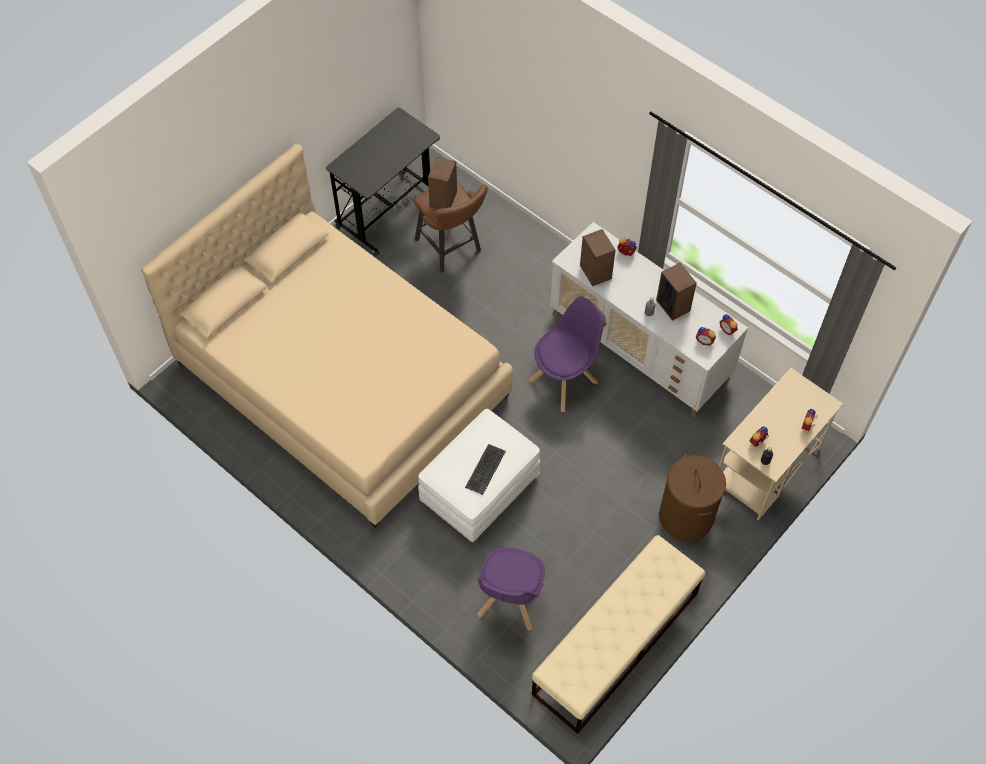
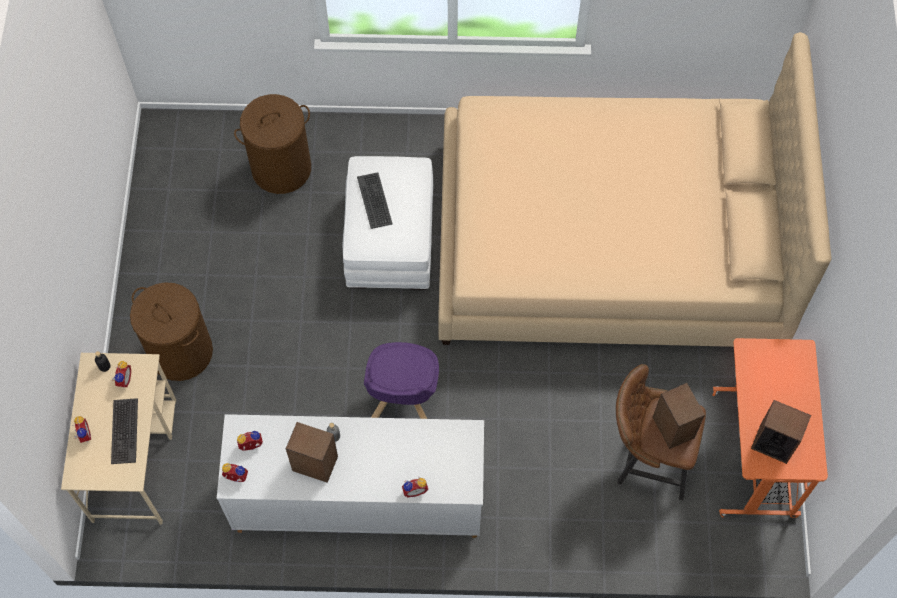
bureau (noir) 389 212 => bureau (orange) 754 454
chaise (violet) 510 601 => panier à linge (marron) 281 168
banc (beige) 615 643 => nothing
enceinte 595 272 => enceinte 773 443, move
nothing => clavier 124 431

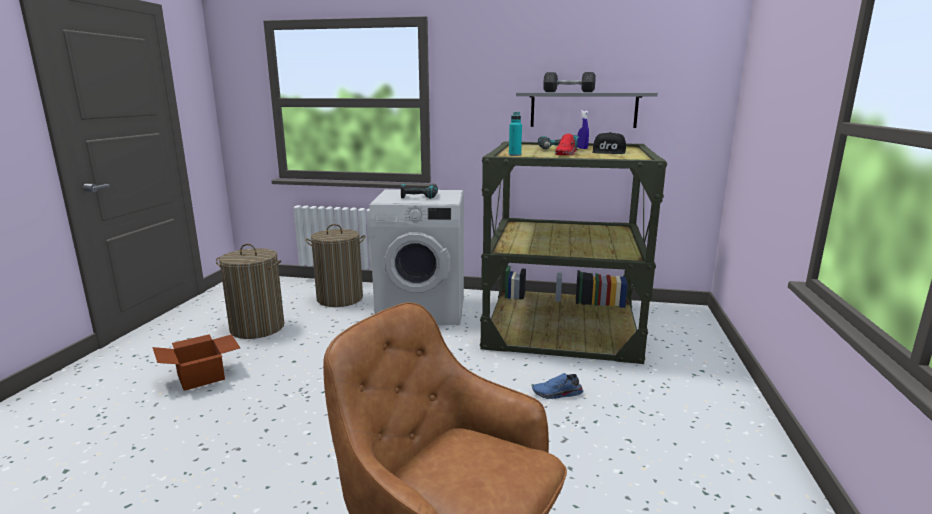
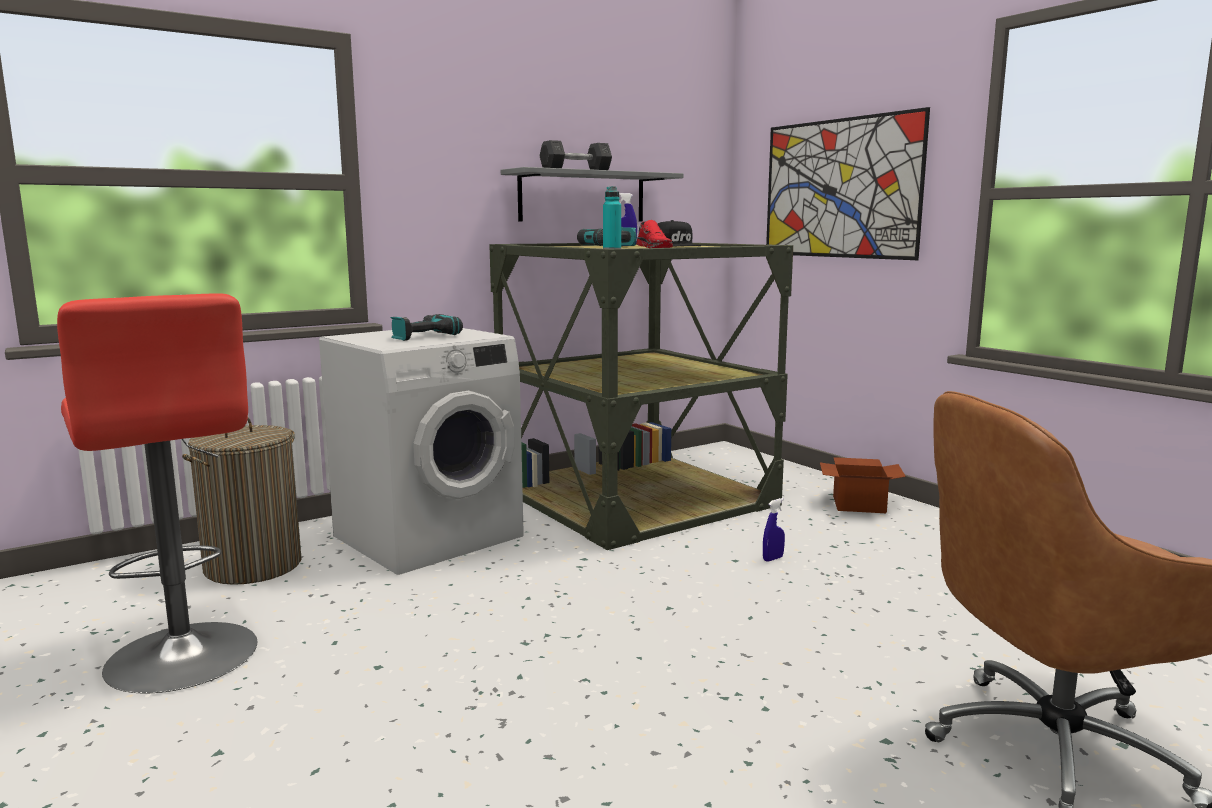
carton 202 377 => carton 859 504, move
panier à linge 257 328 => tabouret (rouge) 181 657
chaussure (bleu) 557 394 => vaporisateur (bleu) 773 559
nothing => tableau 839 188

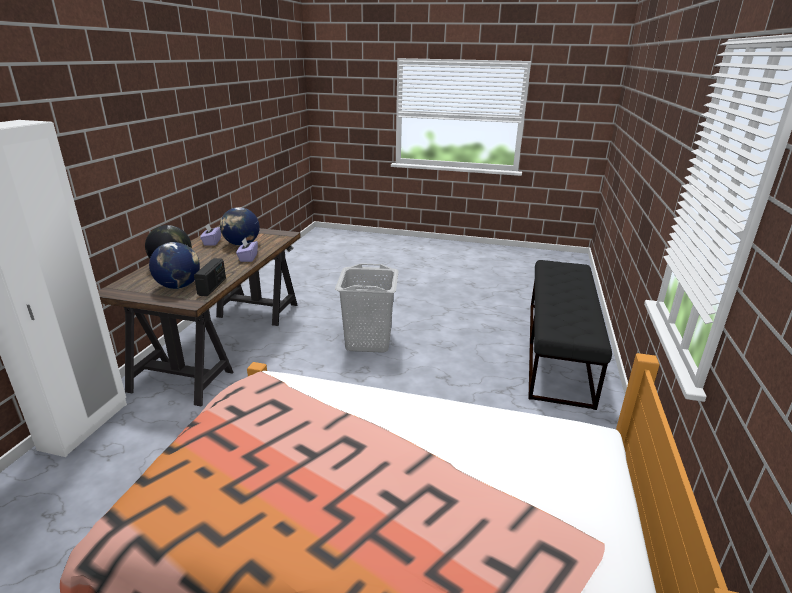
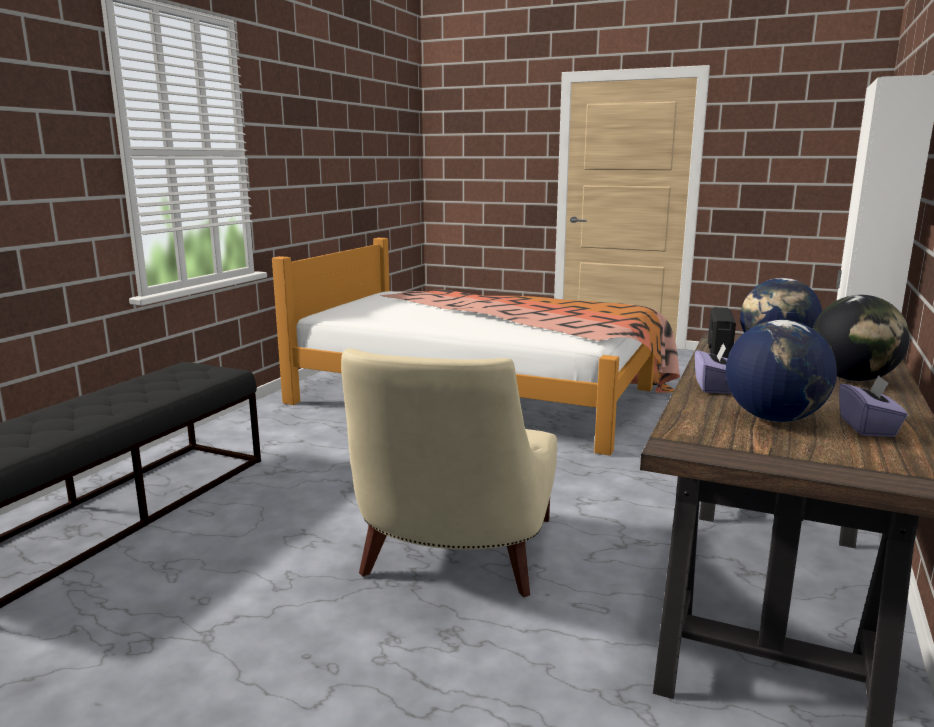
panier à linge (gris) 369 341 => fauteuil (beige) 454 557

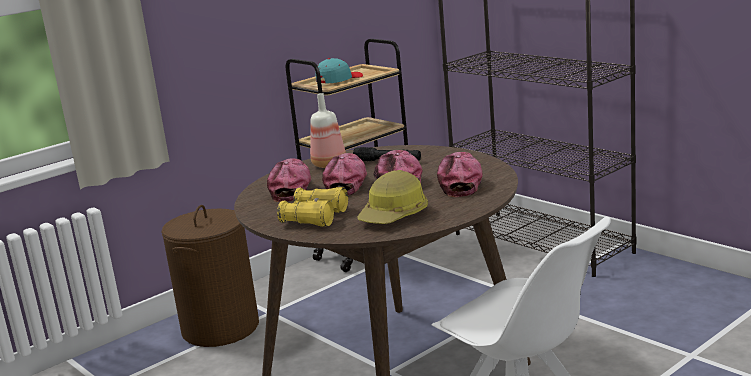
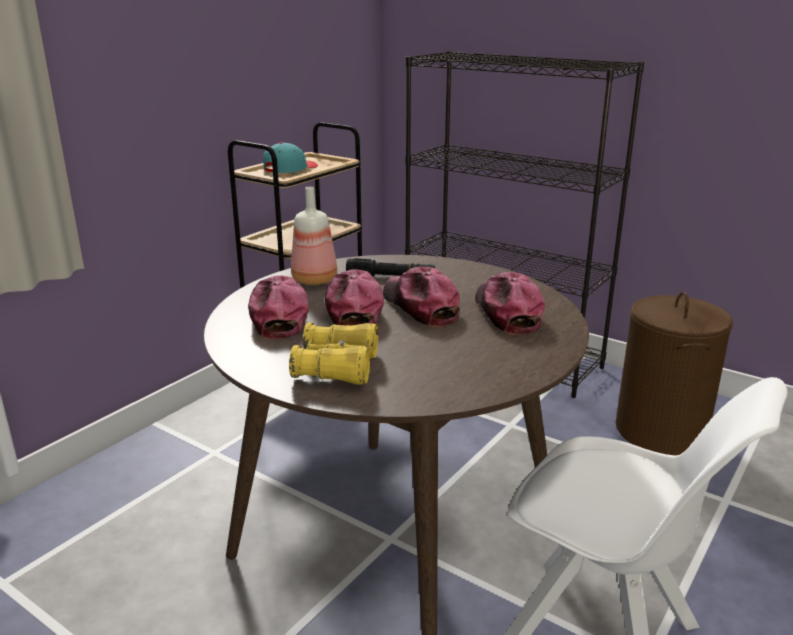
panier à linge (marron) 220 328 => panier à linge (marron) 660 430, move
casque de chantier 394 215 => nothing

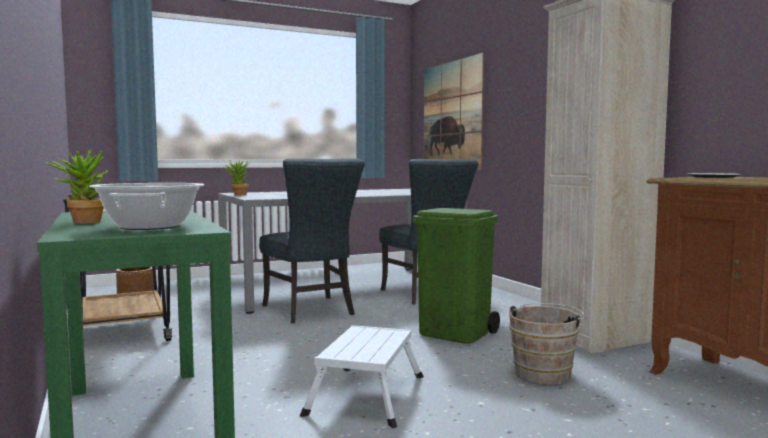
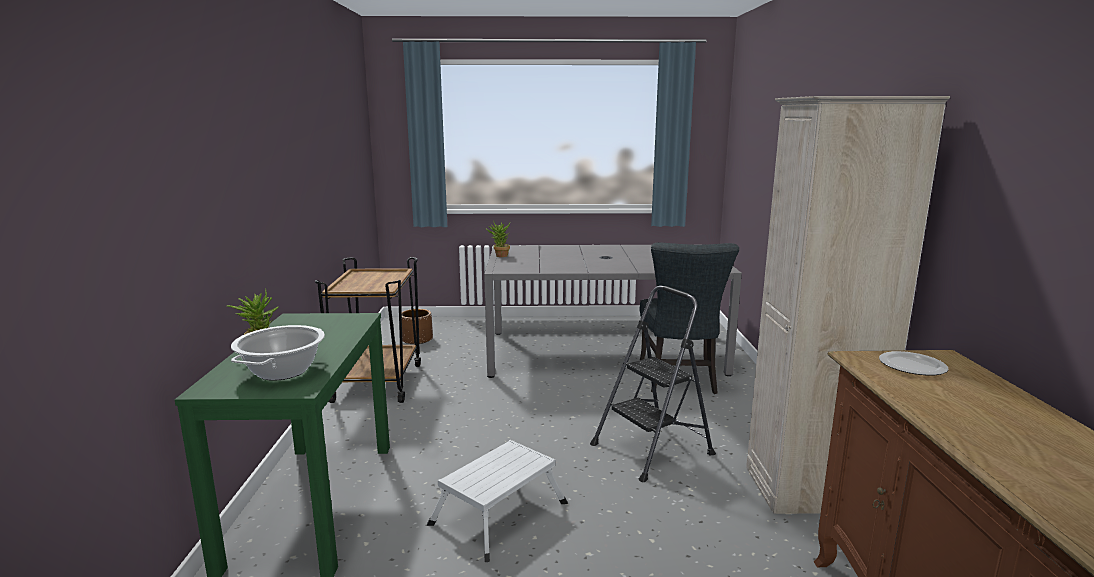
chaise (gris) 311 311 => nothing
poubelle (vert) 455 333 => escabeau (noir) 654 447
tableau 452 116 => nothing
seau (marron) 544 373 => nothing

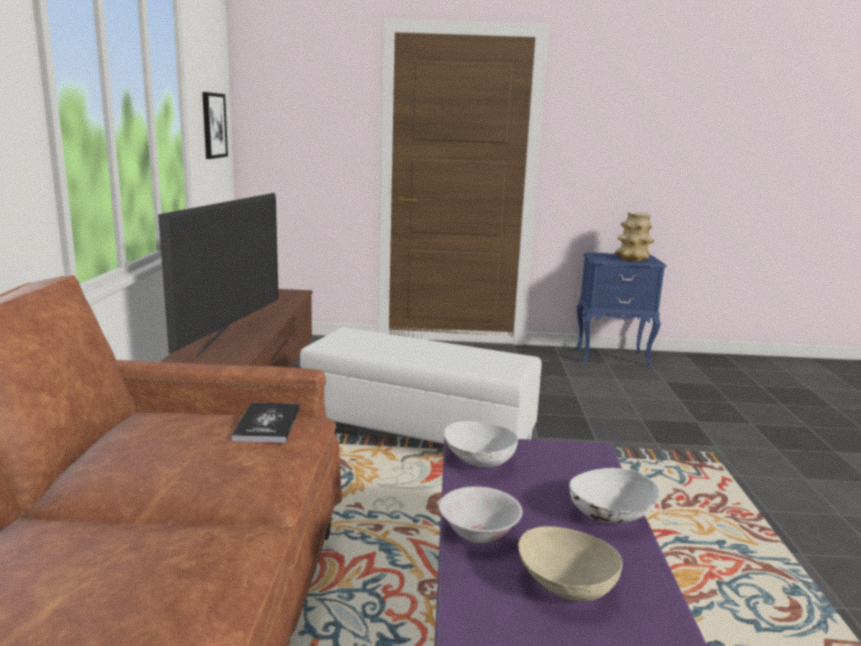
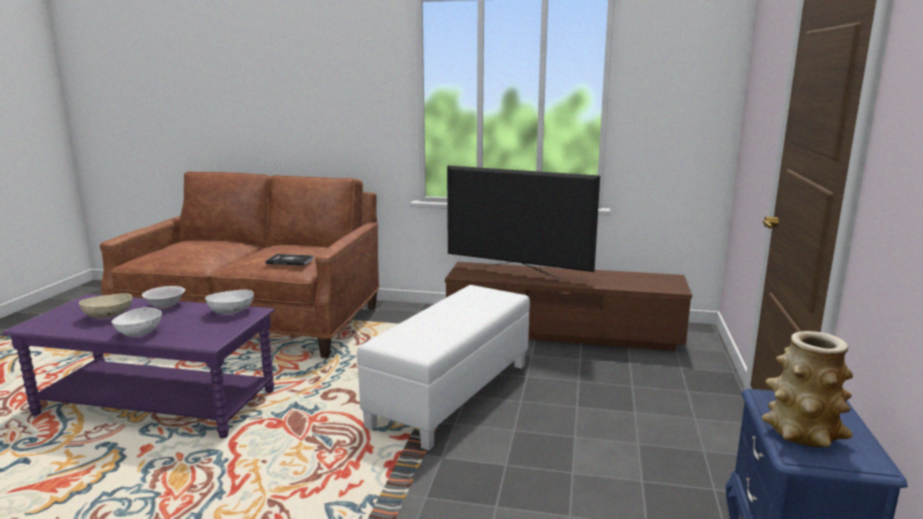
tableau 213 125 => nothing

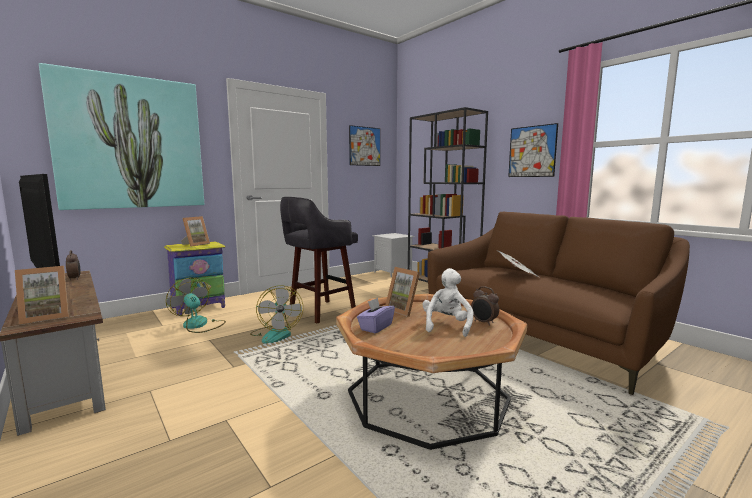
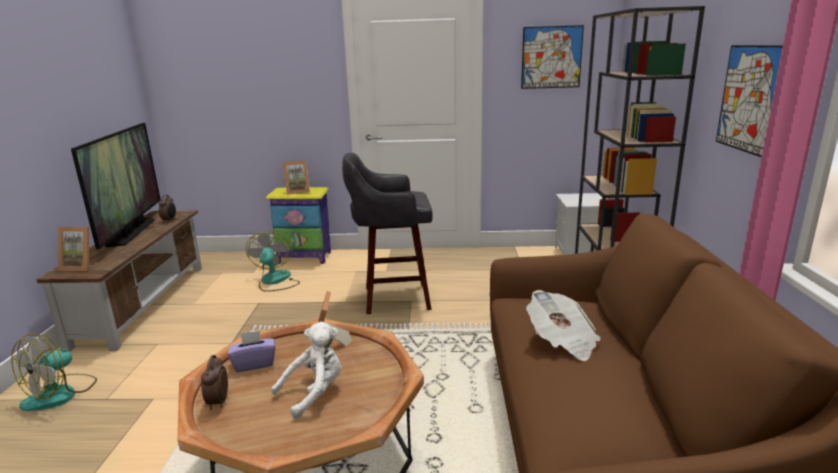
tableau 130 143 => nothing
ventilateur 276 334 => ventilateur 60 393, move
réveil 484 323 => réveil 217 402, move

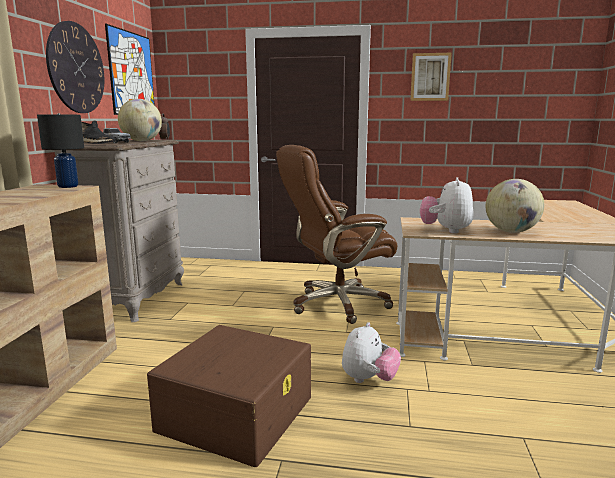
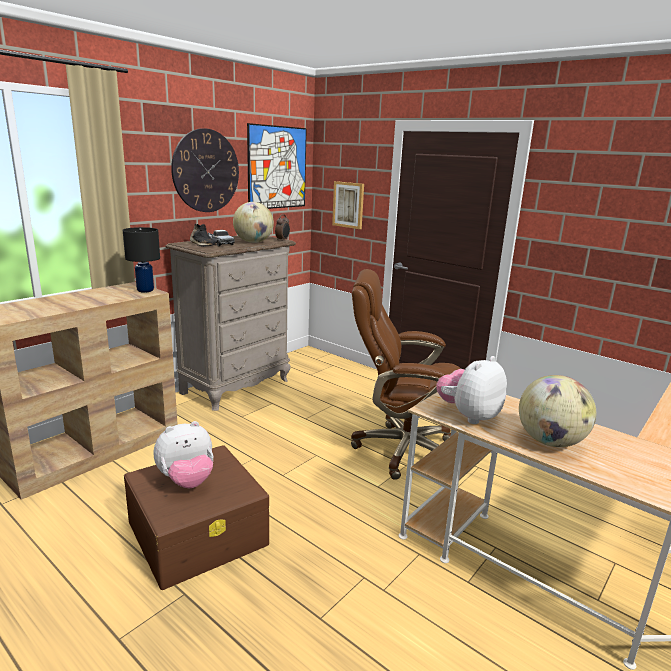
peluche 369 380 => peluche 187 481, move
tableau 430 77 => tableau 348 205, move

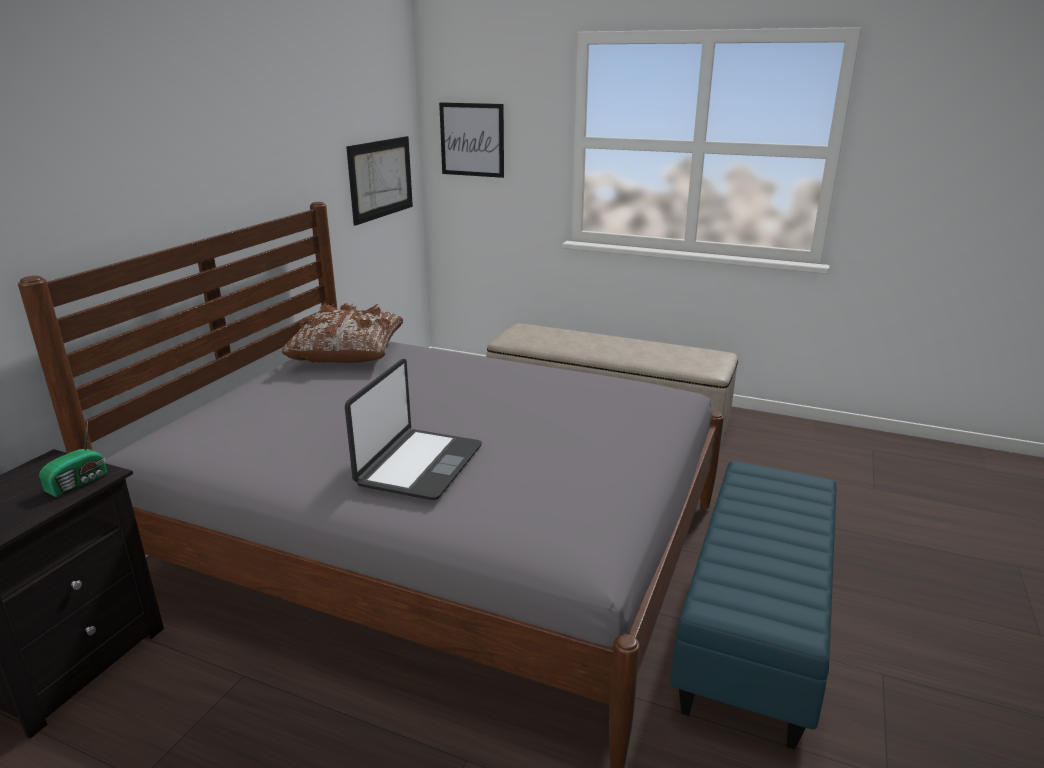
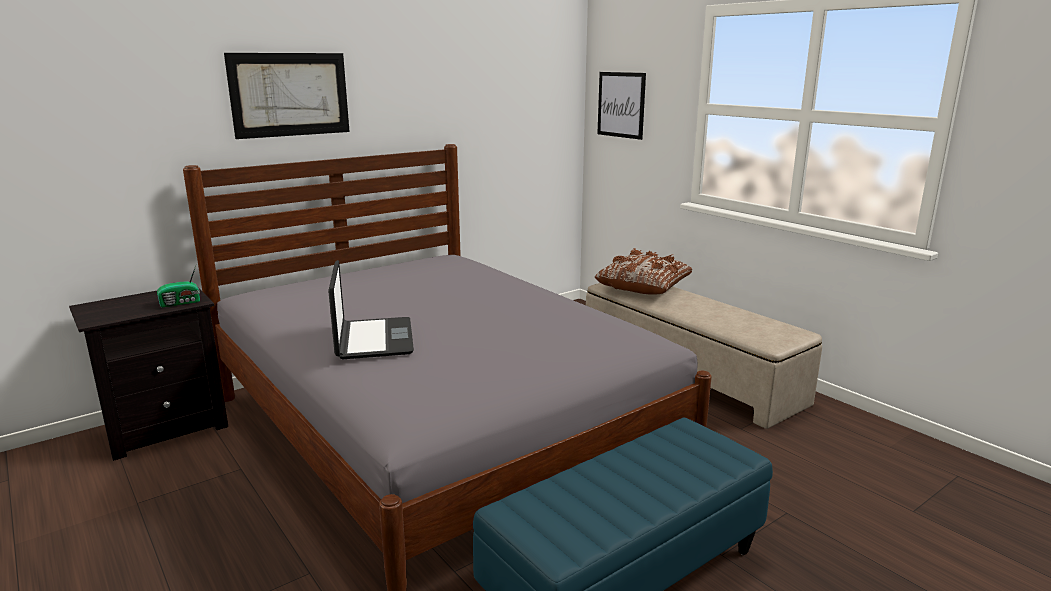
coussin (marron) 347 355 => coussin (marron) 643 289, move
ordinateur portable 419 465 => ordinateur portable 373 340, 60 degrees counterclockwise
tableau 381 179 => tableau 290 94, move

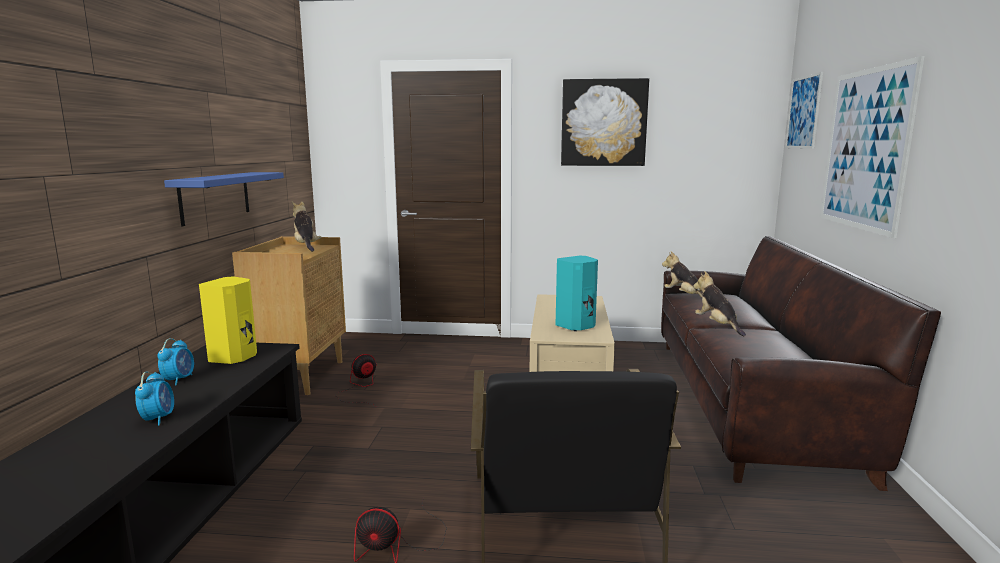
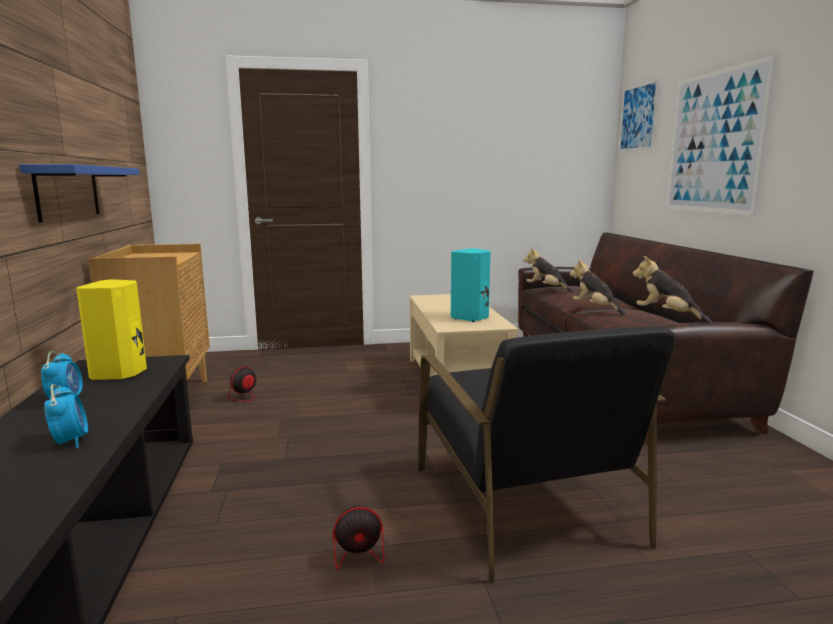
peluche 306 246 => peluche 667 316, move
tableau 603 123 => nothing

